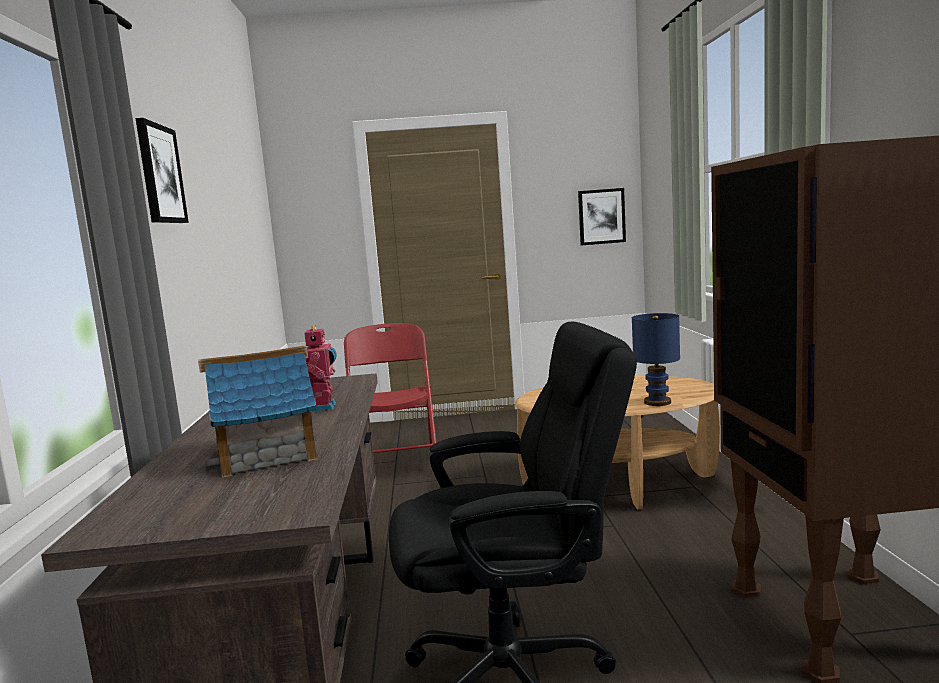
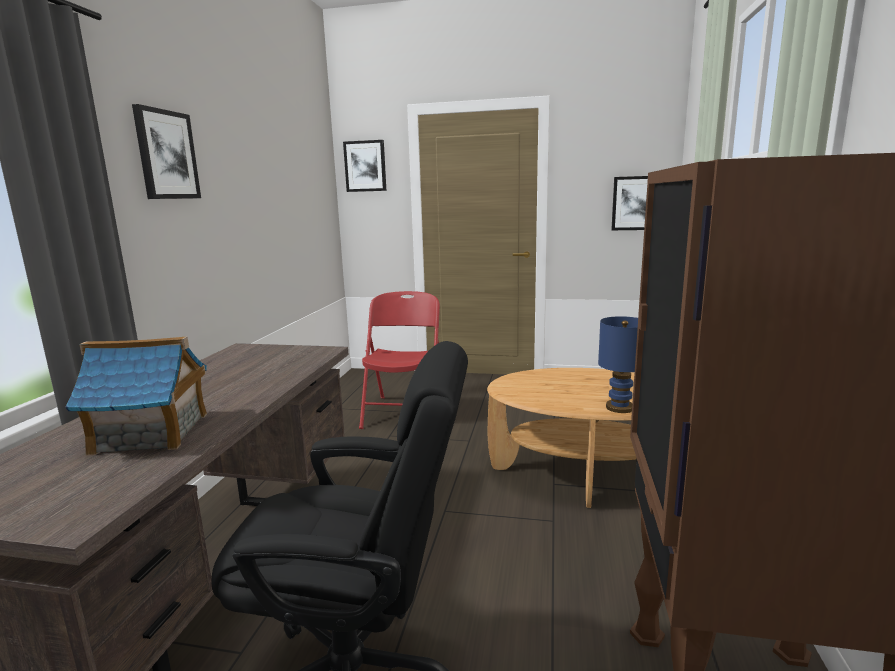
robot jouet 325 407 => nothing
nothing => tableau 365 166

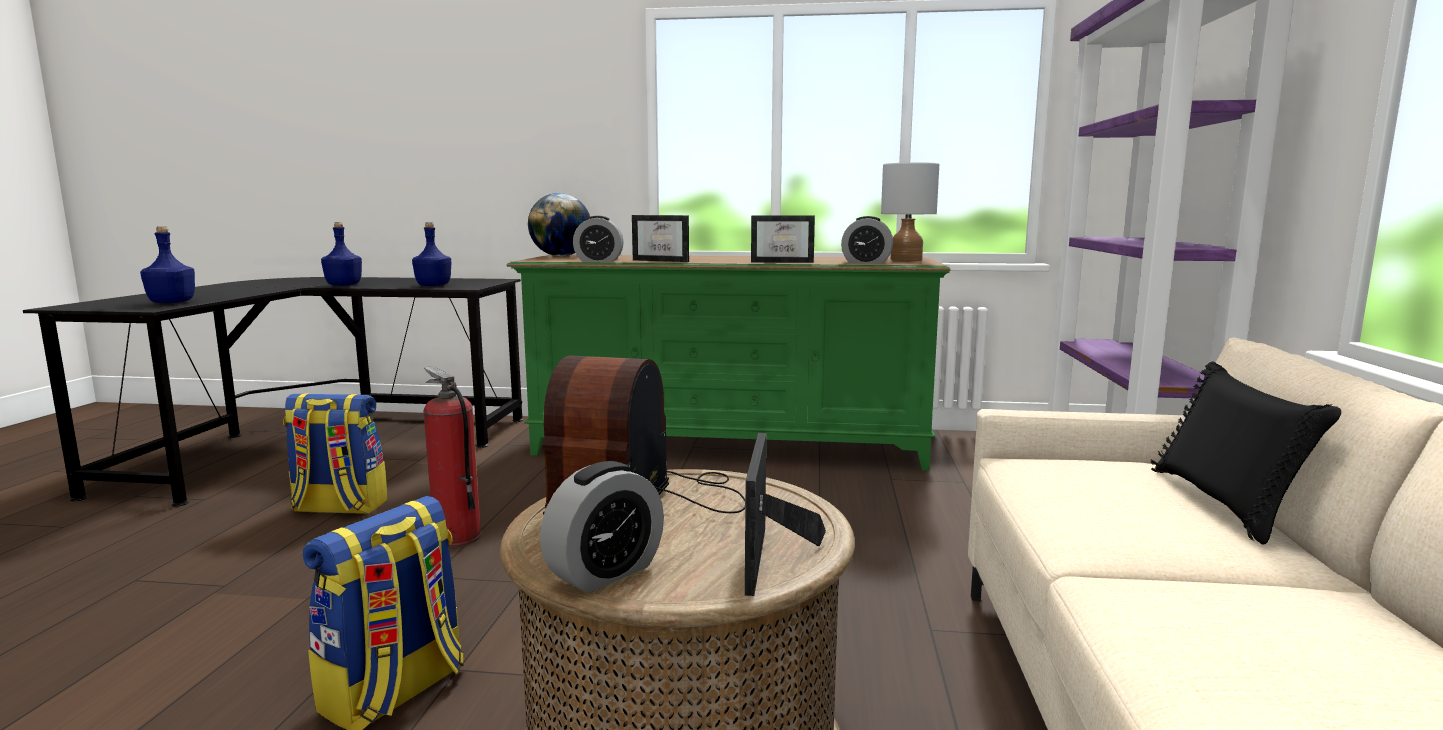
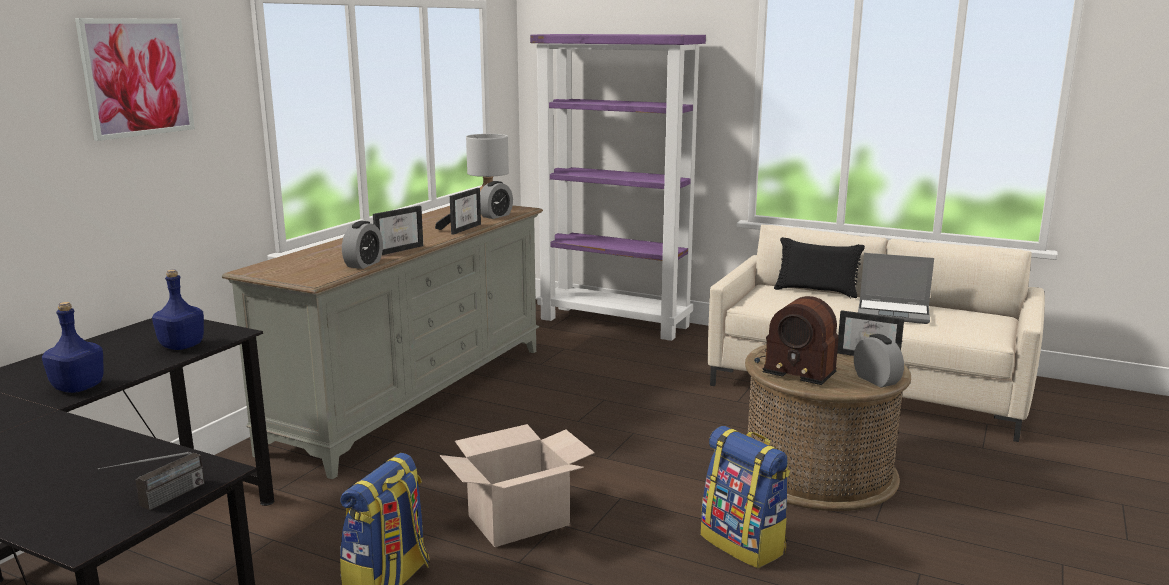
bouteille (bleu) 171 302 => nothing
extincteur 456 537 => carton 519 521
meuble de rangement (vert) 729 447 => meuble de rangement (gris) 416 397
globe 561 256 => nothing
nothing => tableau 137 77
nothing => radio 158 502
nothing => ordinateur portable 894 313

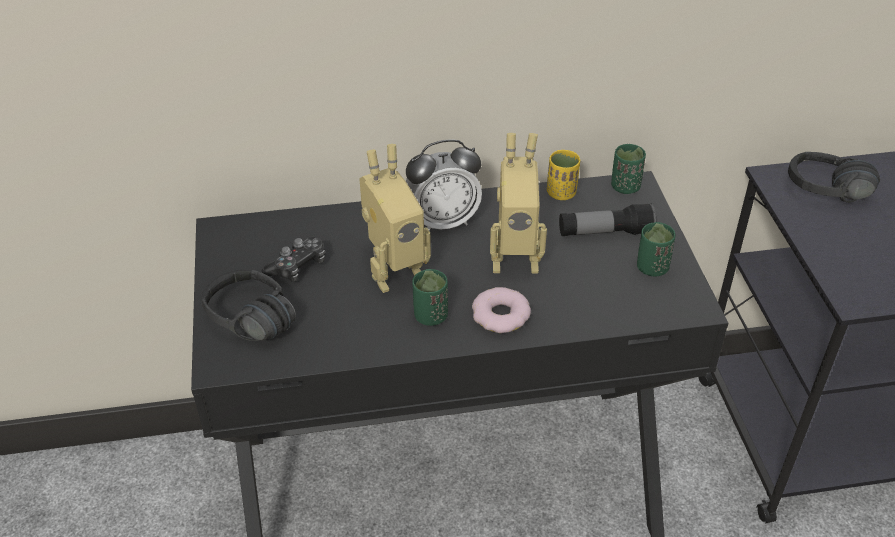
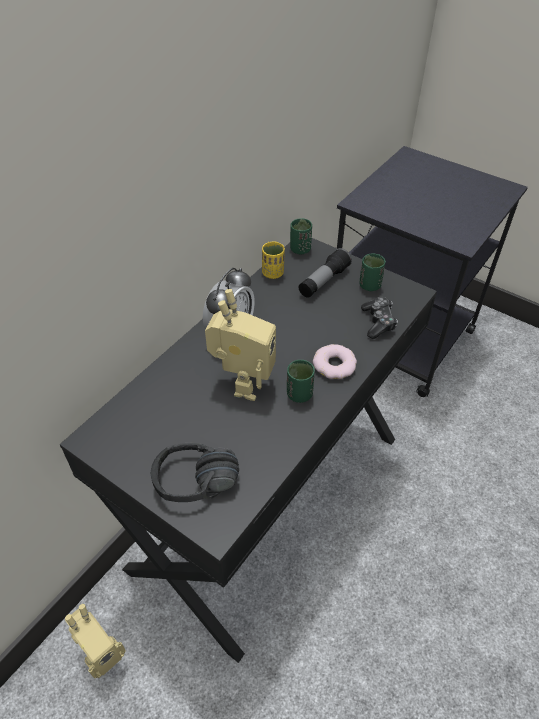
manette 297 267 => manette 378 322, move
robot jouet 514 258 => robot jouet 102 654, move
casque audio (noir) 828 198 => nothing

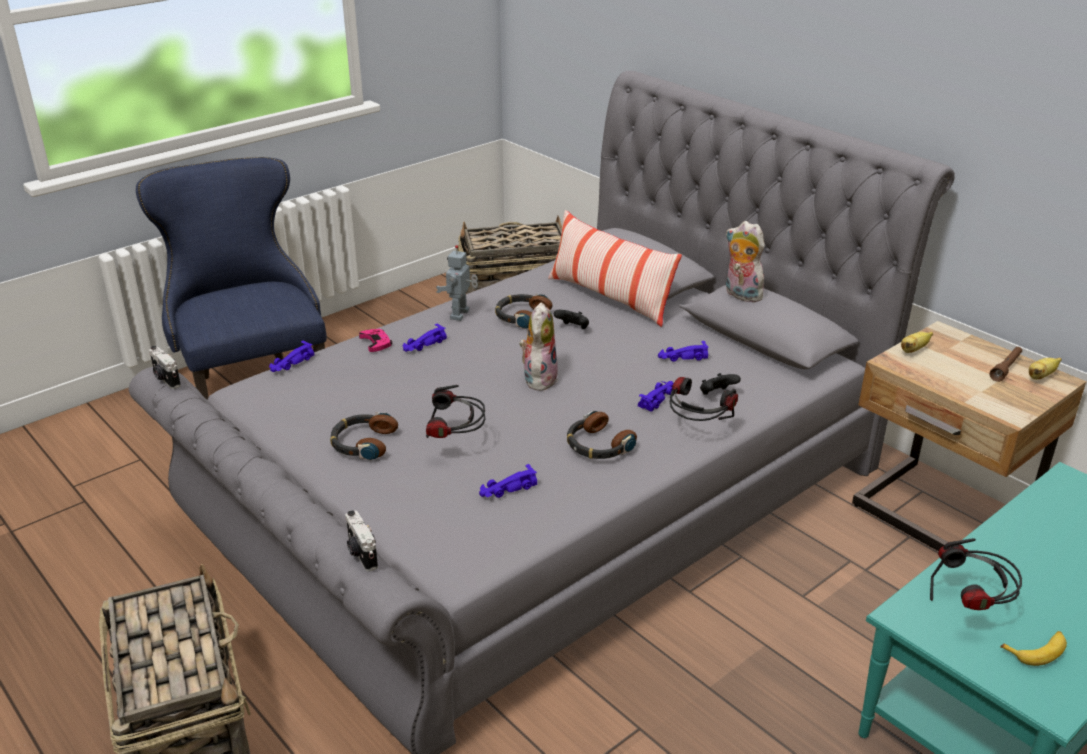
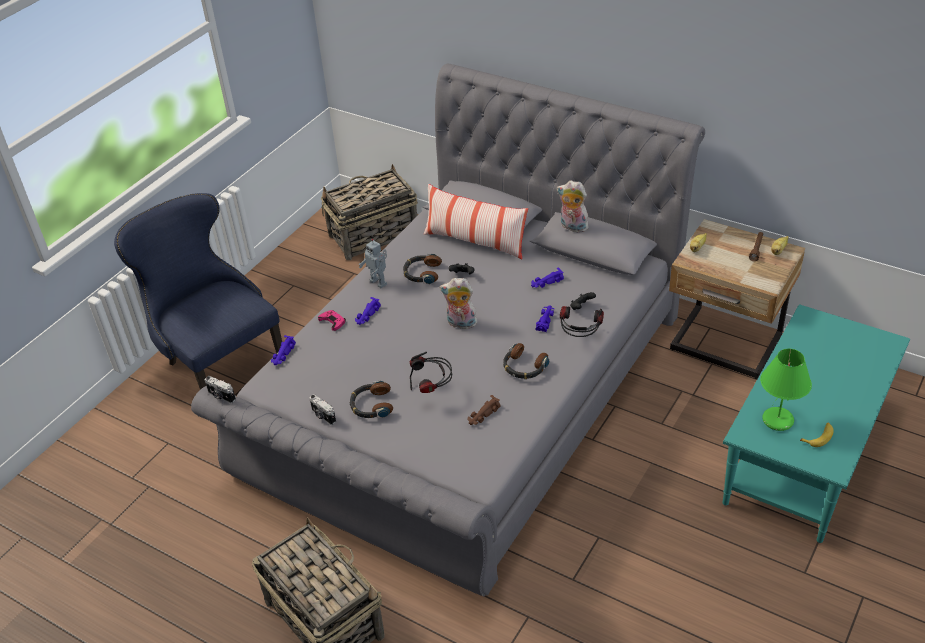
appareil photo 361 554 => appareil photo 323 416, move
robot jouet 461 315 => robot jouet 379 282, 45 degrees counterclockwise
petite voiture (violet) 507 489 => petite voiture (marron) 483 415
peluche 538 378 => peluche 460 324, 75 degrees counterclockwise
casque audio 971 609 => lampe de table (vert) 777 421

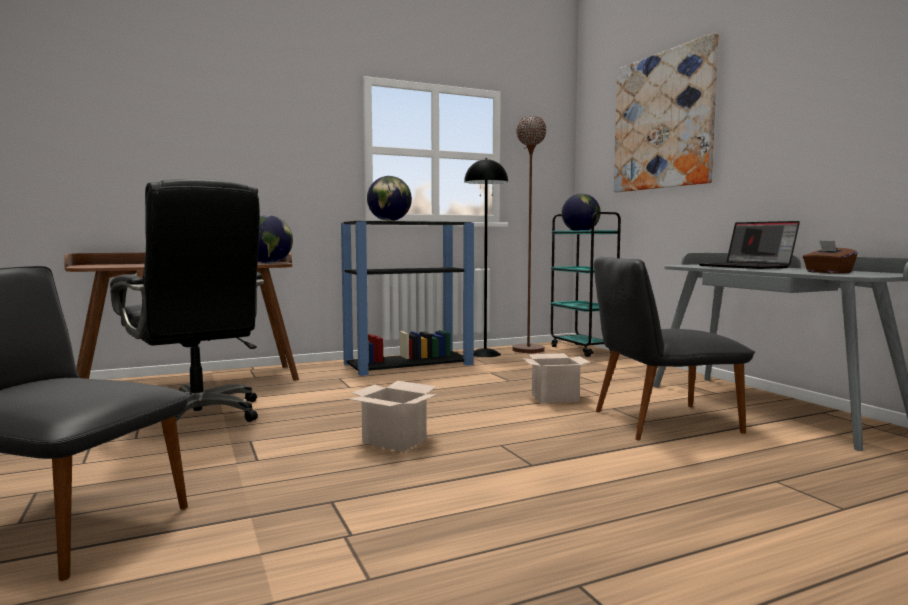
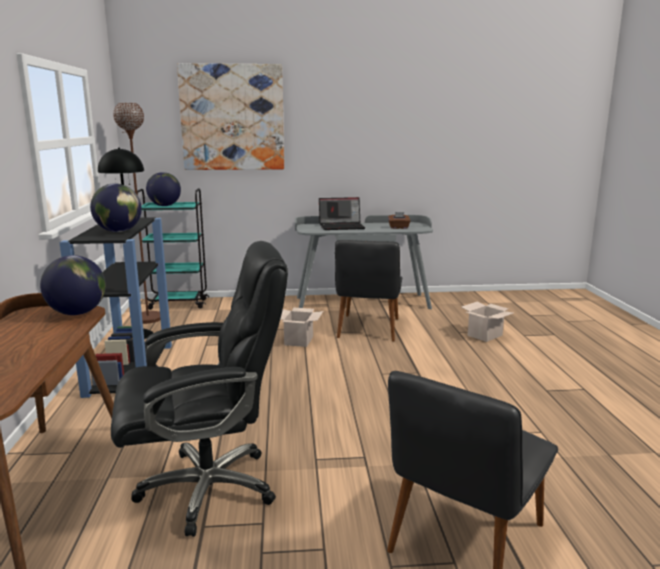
carton 392 441 => carton 485 336, move

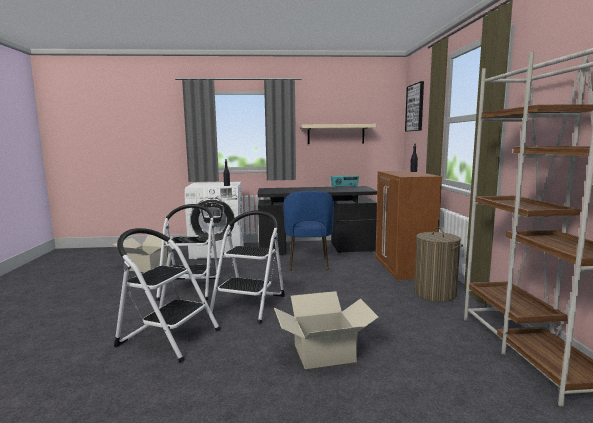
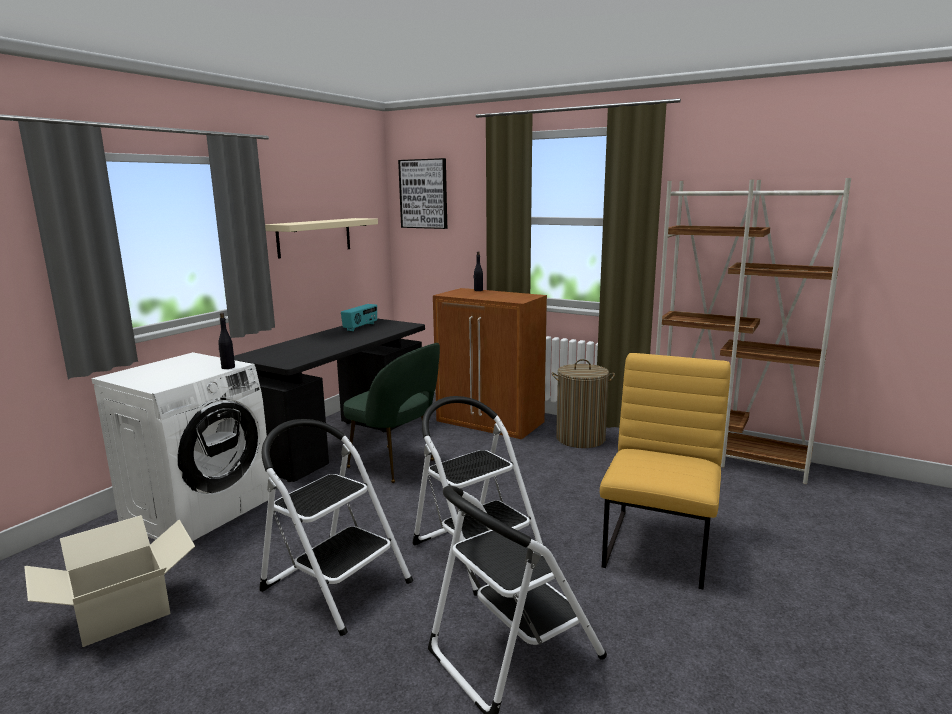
carton 324 353 => chaise (jaune) 659 545
chaise (bleu) 308 265 => chaise (vert) 396 466

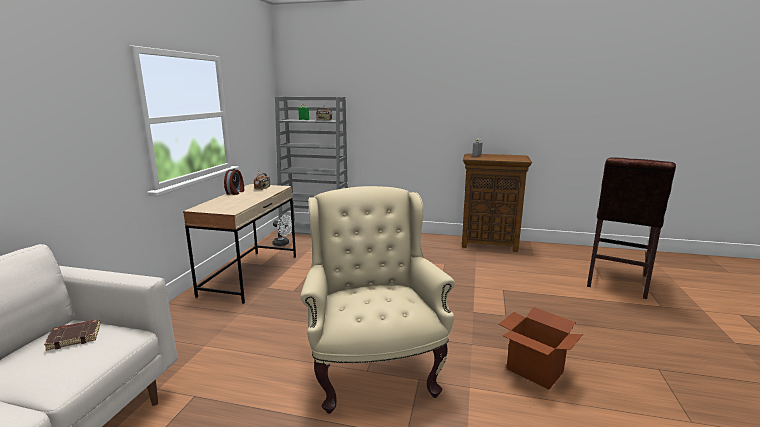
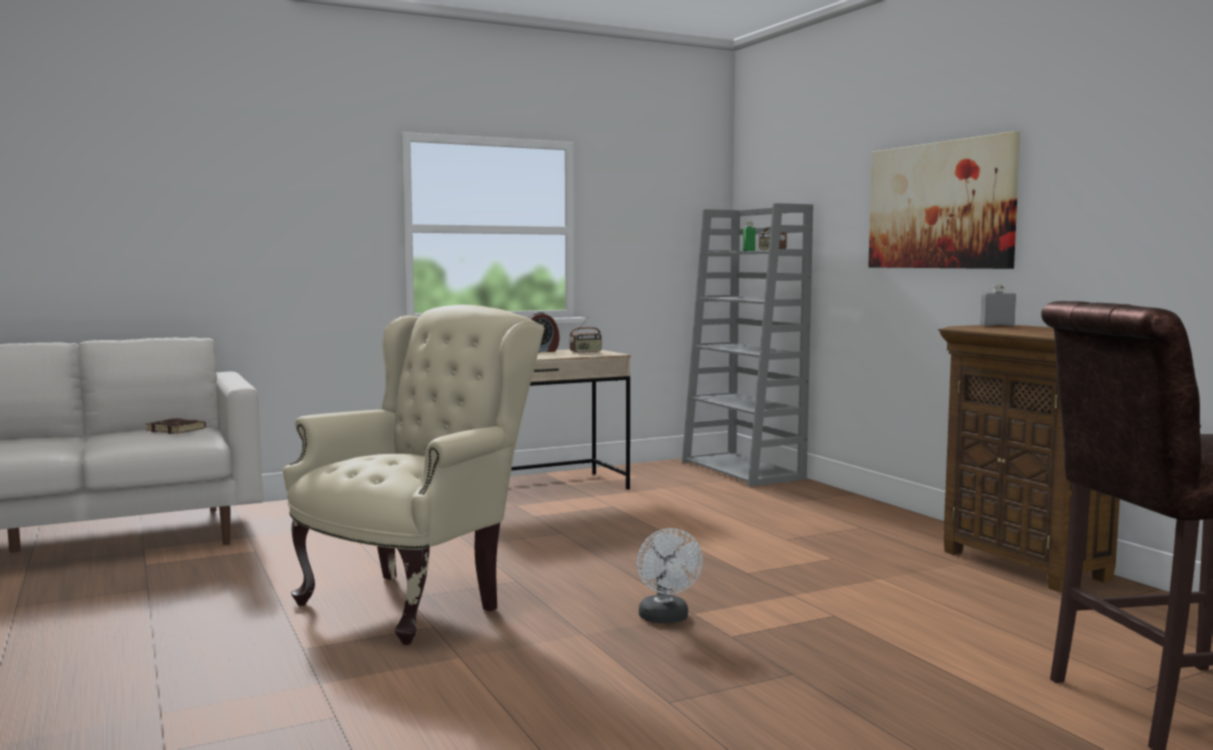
ventilateur (blanc) 283 244 => ventilateur (blanc) 666 619, move
carton 534 370 => nothing
nothing => tableau 940 205

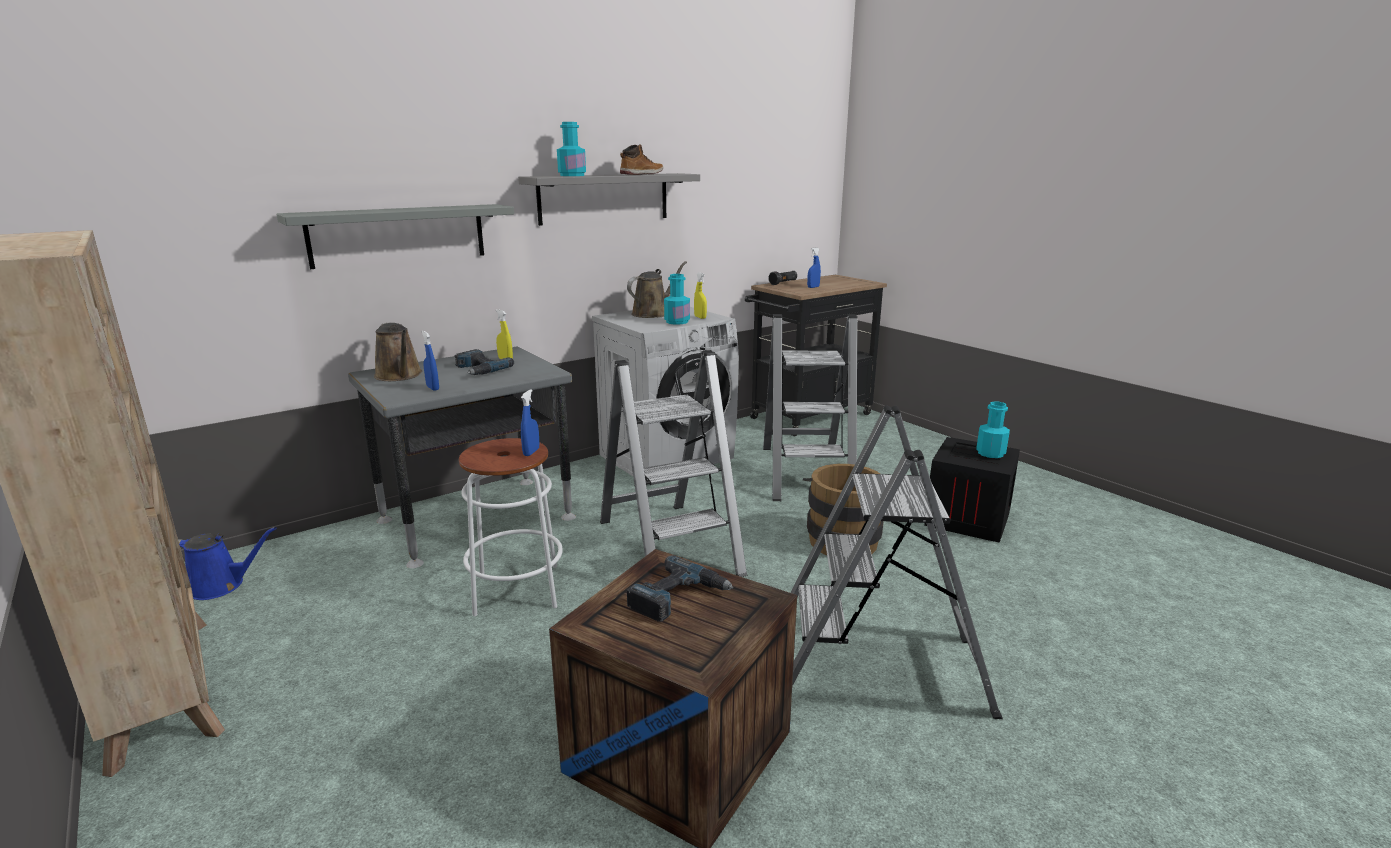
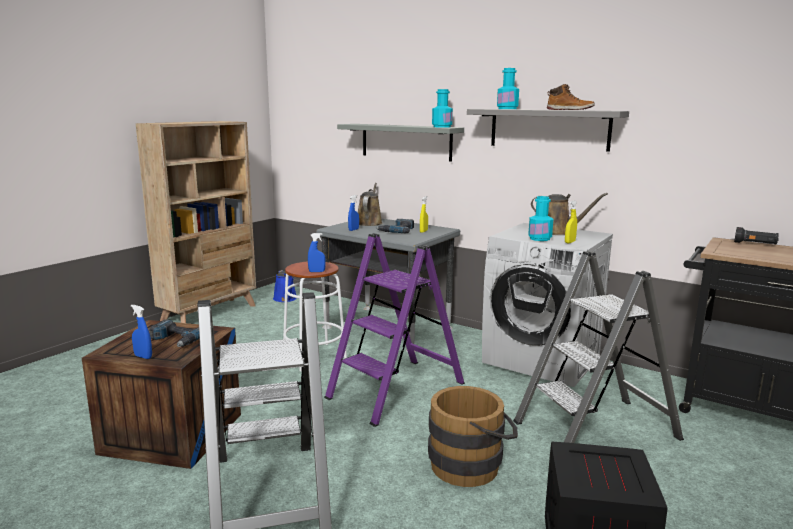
arrosoir (marron) 400 376 => arrosoir (marron) 369 222, 150 degrees clockwise
escabeau (gris) 668 545 => escabeau (violet) 398 389
vaporisateur (bleu) 813 287 => vaporisateur (bleu) 143 356, move
bouteille (turquoise) 990 453 => bouteille (turquoise) 442 127, move

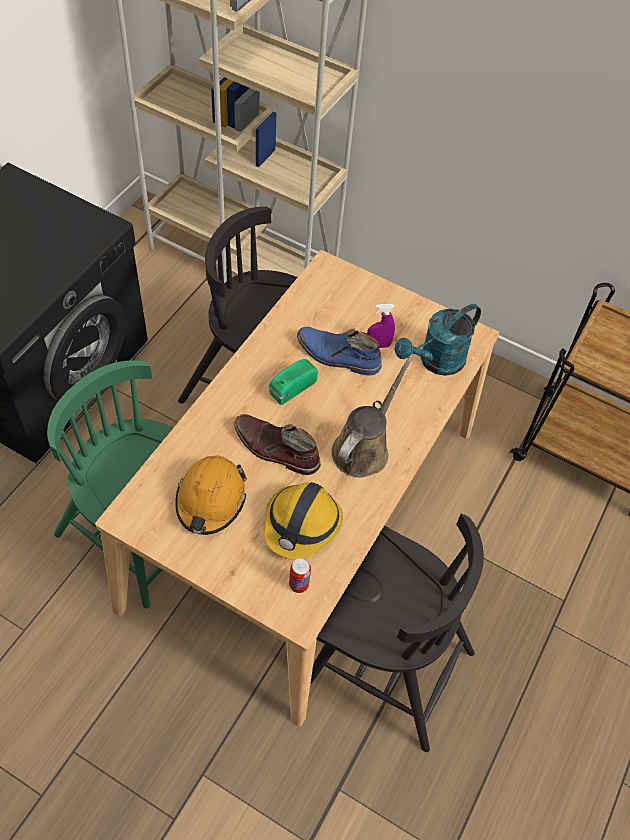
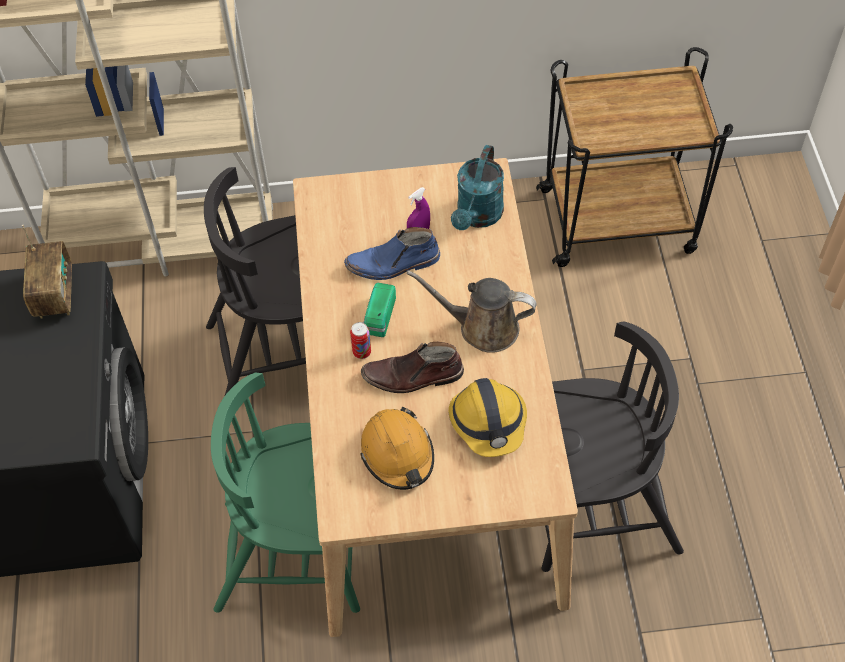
boîte métallique 298 584 => boîte métallique 362 352, move
arrosoir (marron) 363 448 => arrosoir (marron) 482 327, 75 degrees counterclockwise
nothing => radio 54 294

